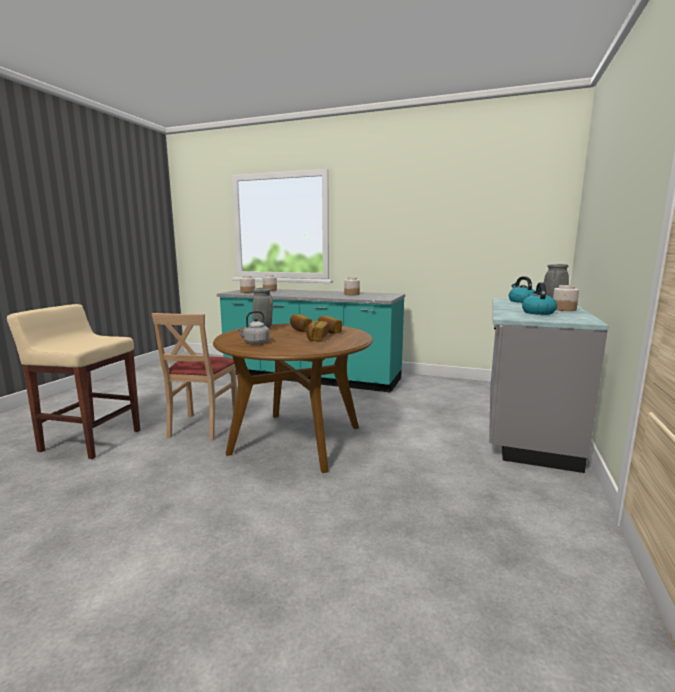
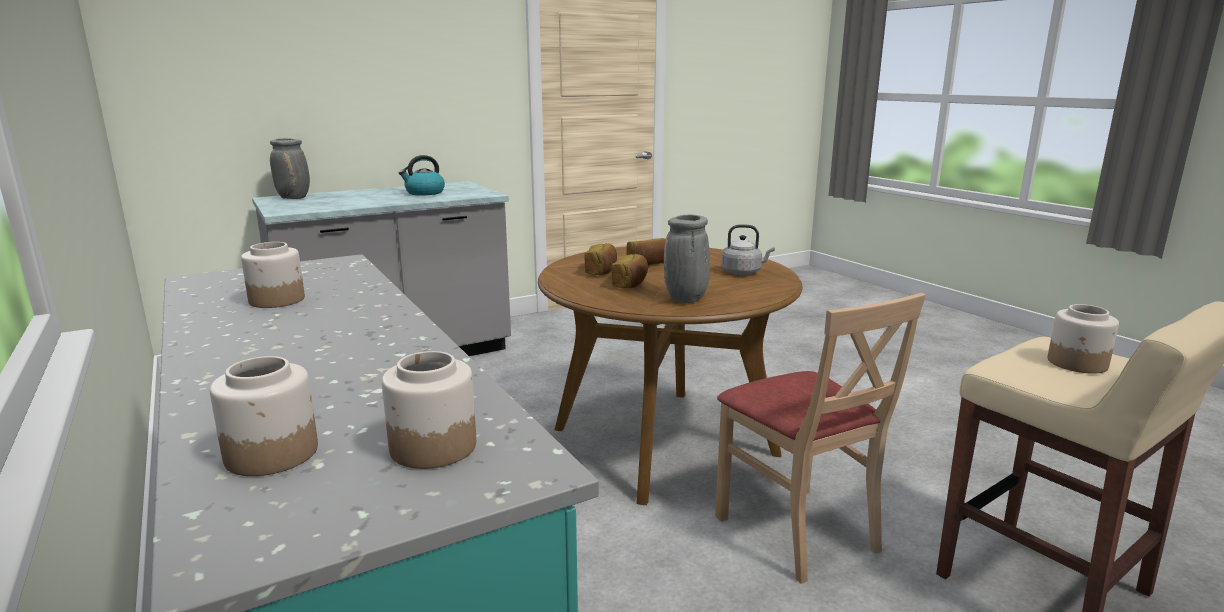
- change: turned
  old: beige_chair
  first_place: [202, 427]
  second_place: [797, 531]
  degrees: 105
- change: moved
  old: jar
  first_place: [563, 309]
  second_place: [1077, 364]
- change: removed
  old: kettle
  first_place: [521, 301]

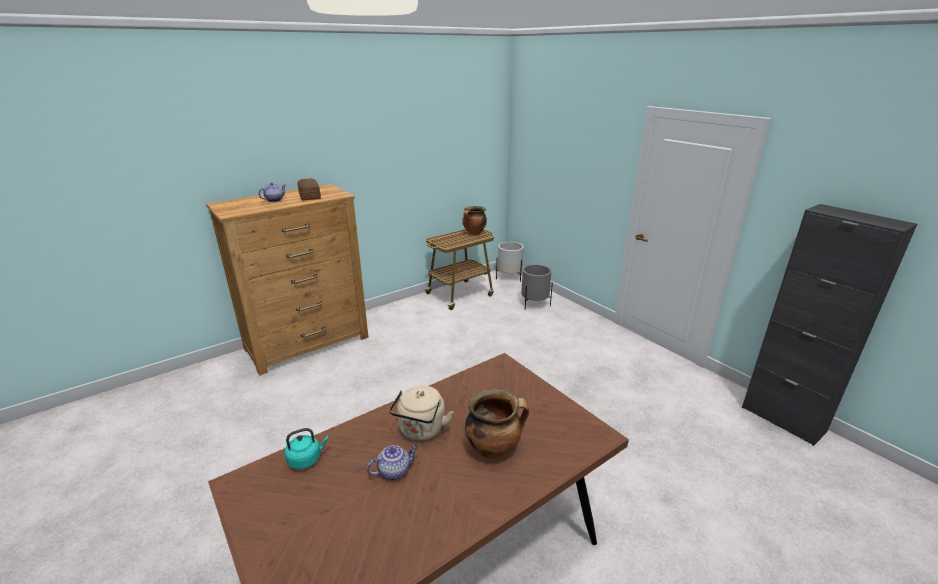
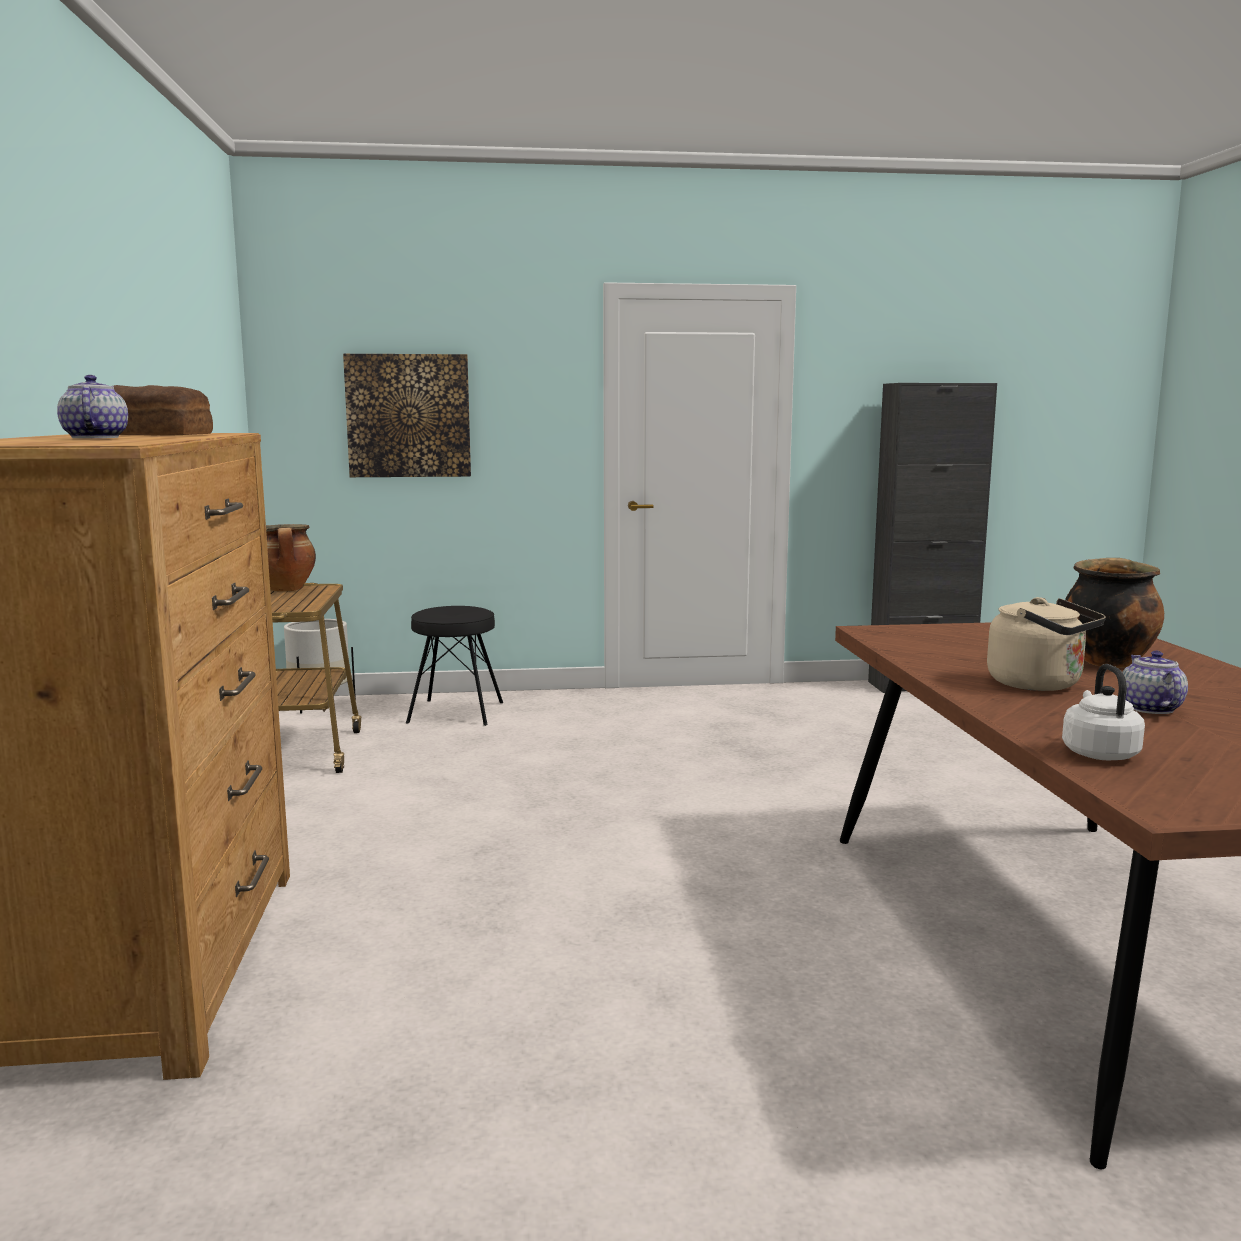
- change: added
  new: picture
  second_place: [408, 416]
- change: replaced
  old: grey_planter
  new: black_stool
  first_place: [534, 304]
  second_place: [456, 712]
- change: recoloured
  old: turquoise_kettle
  new: white_kettle
  first_place: [306, 459]
  second_place: [1098, 753]

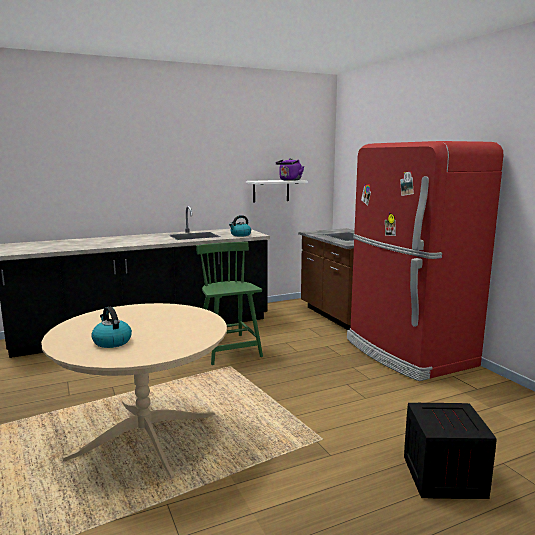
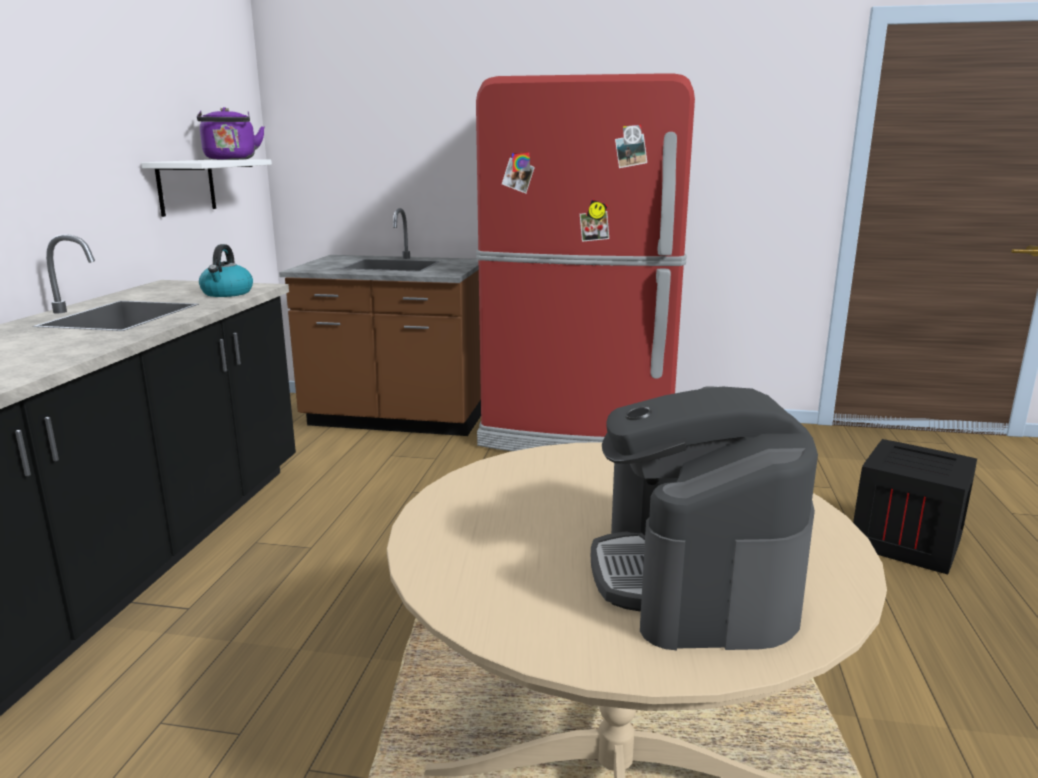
- change: replaced
  old: kettle
  new: coffee_machine
  first_place: [111, 342]
  second_place: [694, 577]
- change: removed
  old: green_chair
  first_place: [228, 349]

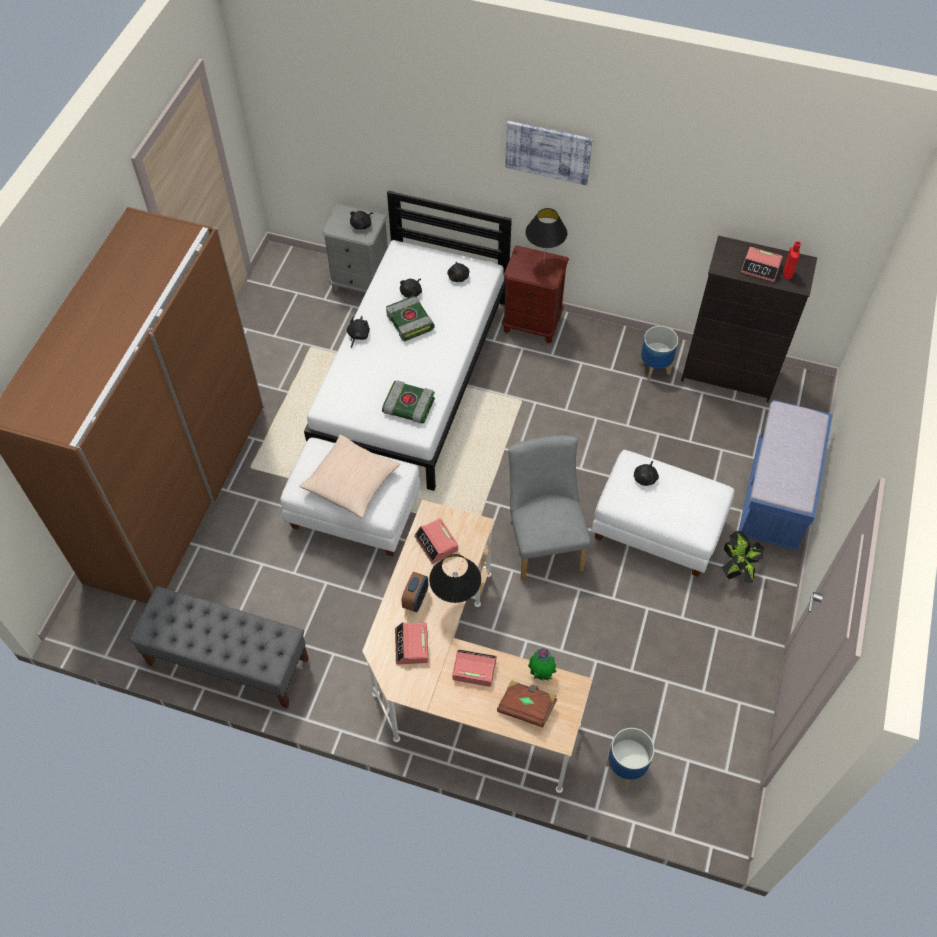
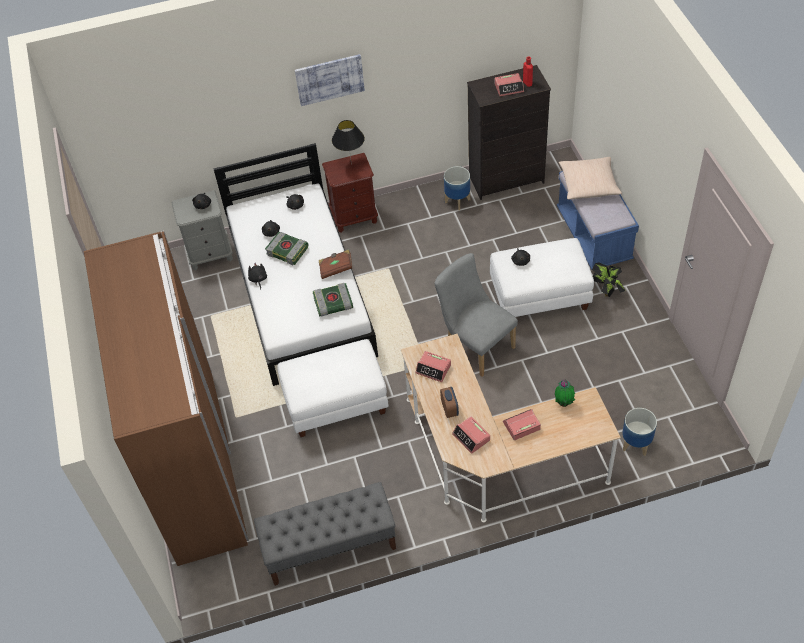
- change: moved
  old: brown_book
  first_place: [526, 707]
  second_place: [336, 268]
- change: moved
  old: beige_pillow
  first_place: [351, 482]
  second_place: [588, 184]
- change: removed
  old: black_table_lamp
  first_place: [456, 603]

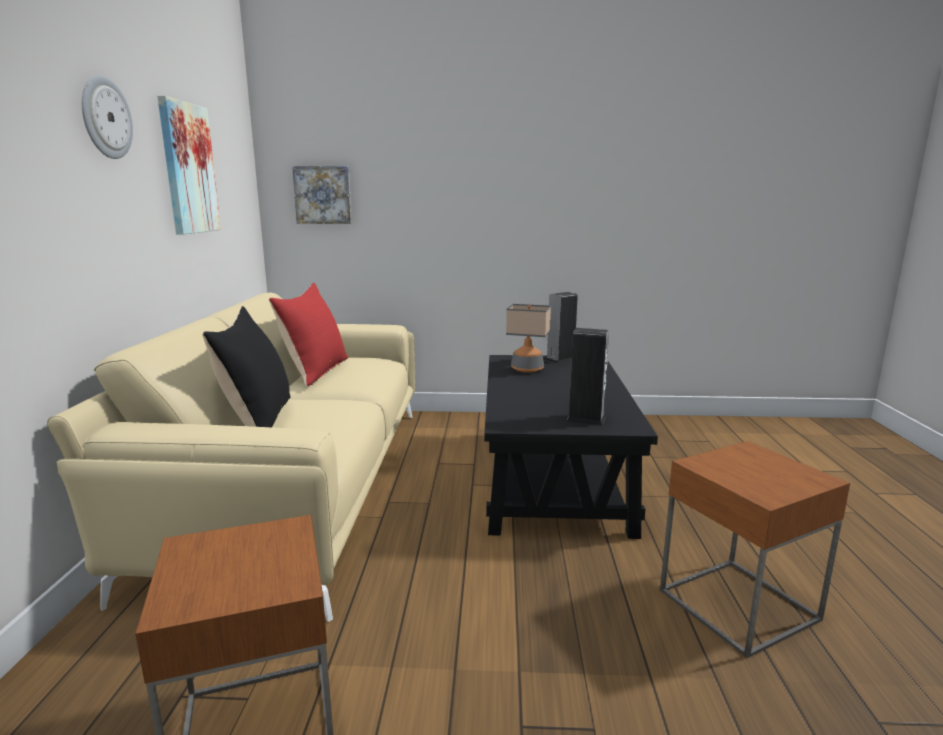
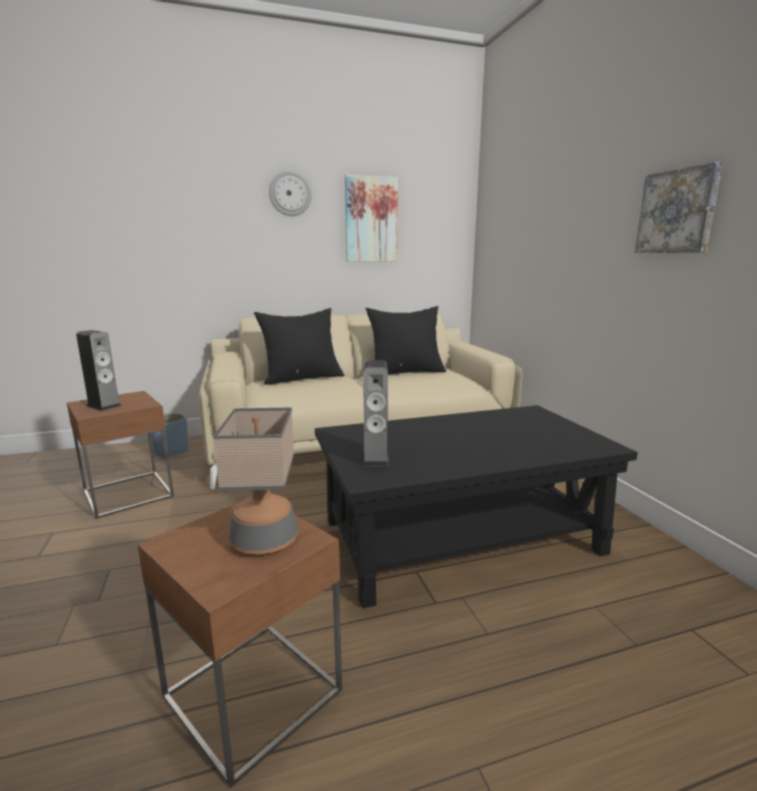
- change: moved
  old: speaker
  first_place: [560, 360]
  second_place: [104, 406]
- change: added
  new: blue_planter
  second_place: [172, 451]
- change: moved
  old: table_lamp
  first_place: [527, 369]
  second_place: [264, 540]
- change: recoloured
  old: red_pillow
  new: black_pillow
  first_place: [315, 371]
  second_place: [405, 372]
- change: moved
  old: picture
  first_place: [323, 195]
  second_place: [678, 212]

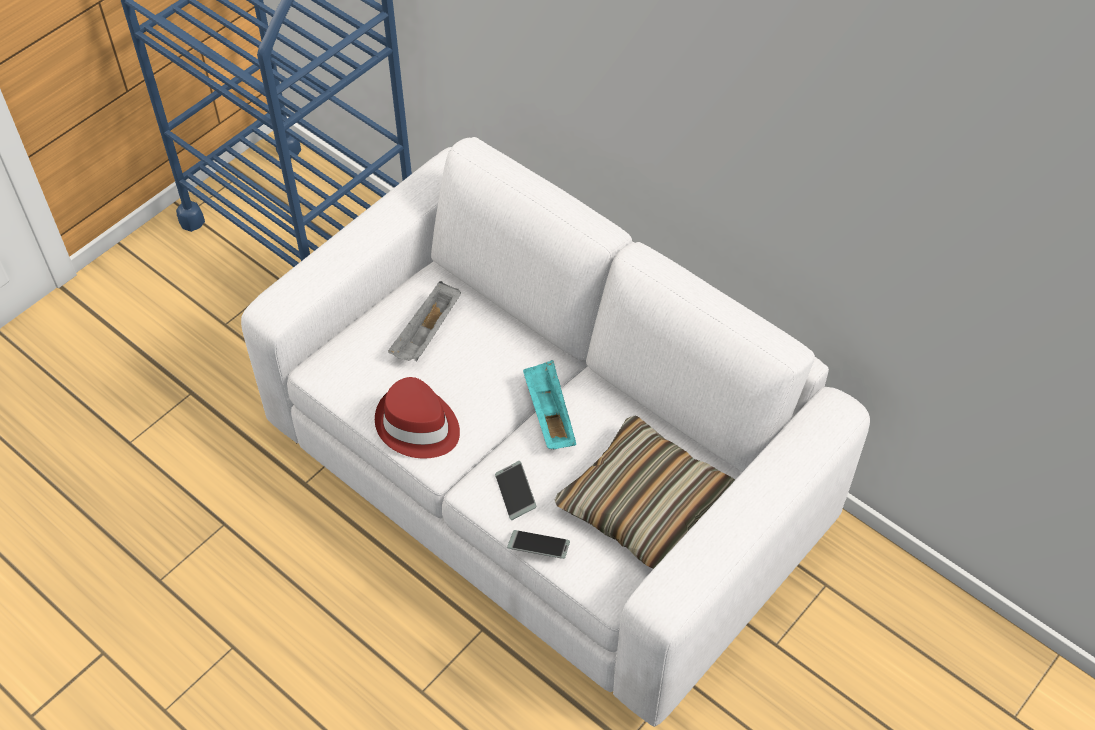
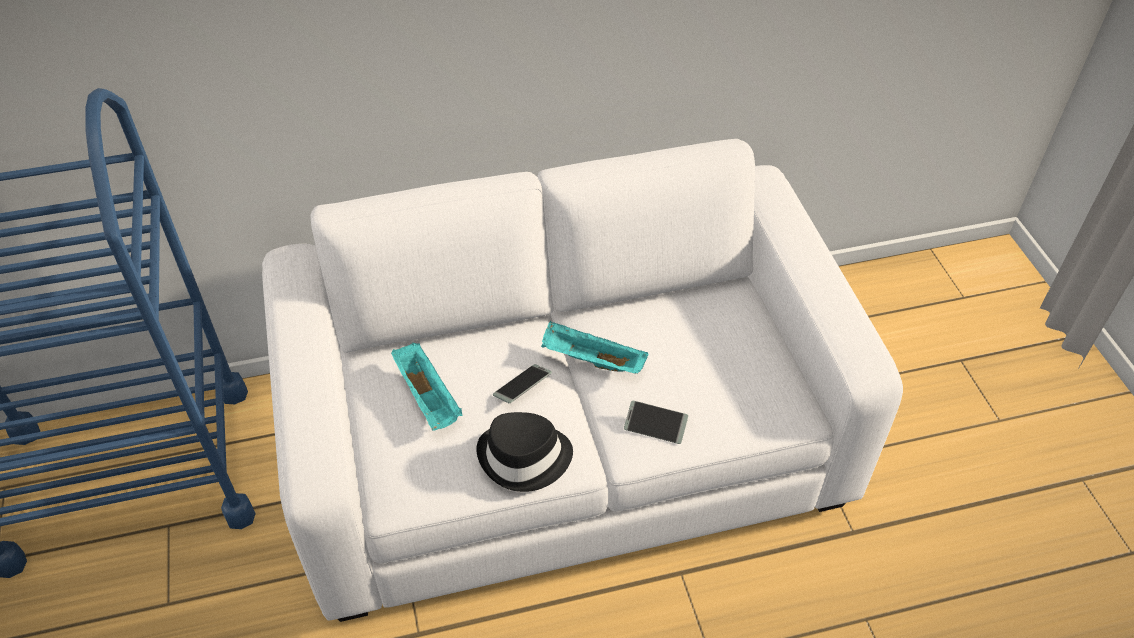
- change: recoloured
  old: grey_tray
  new: turquoise_tray
  first_place: [427, 334]
  second_place: [428, 398]
- change: recoloured
  old: red_hat
  new: black_hat
  first_place: [417, 426]
  second_place: [525, 458]
- change: moved
  old: phone
  first_place: [538, 547]
  second_place: [522, 387]
- change: removed
  old: pillow
  first_place: [645, 504]

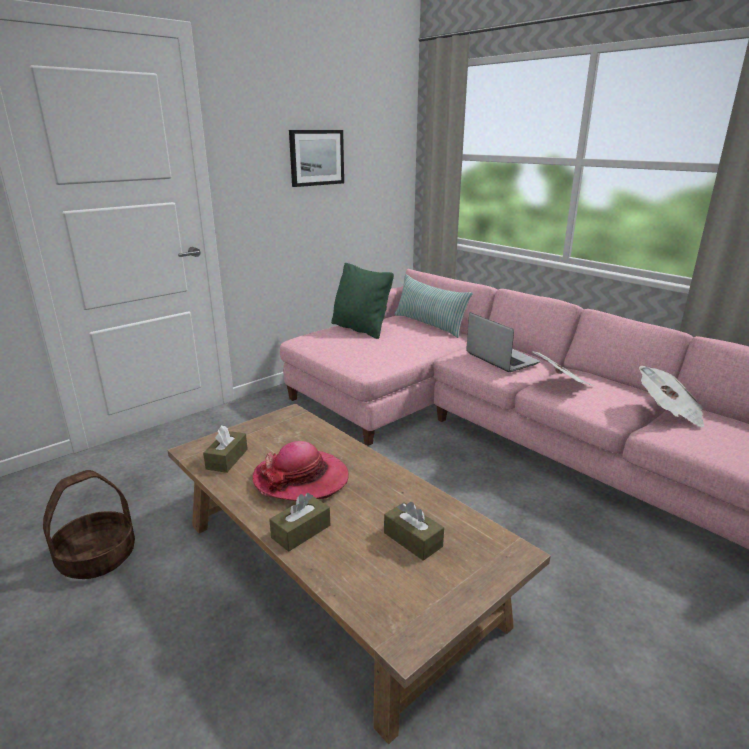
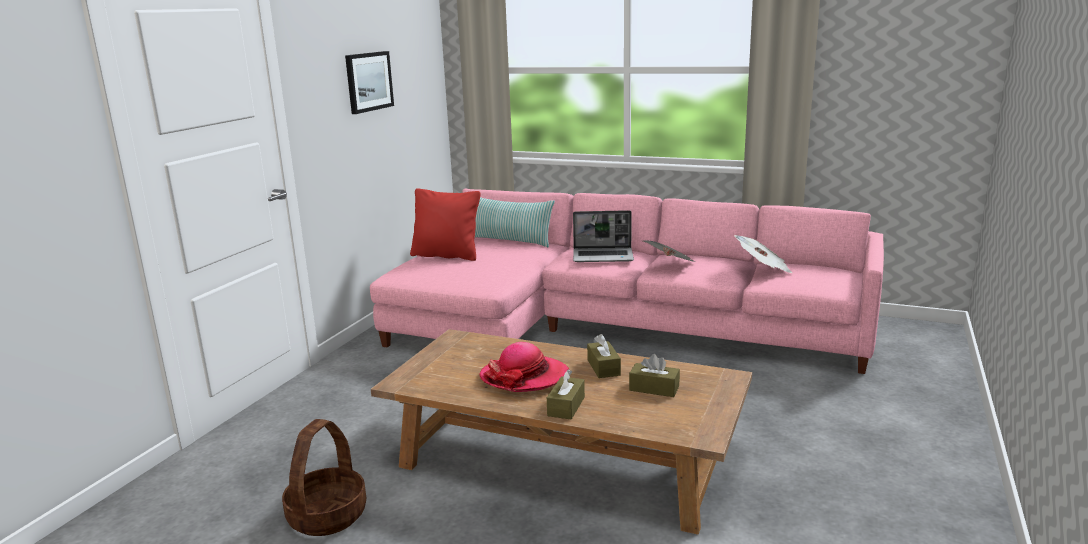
- change: recoloured
  old: green_pillow
  new: red_pillow
  first_place: [360, 329]
  second_place: [446, 255]
- change: turned
  old: laptop
  first_place: [500, 358]
  second_place: [603, 256]
  degrees: 150
- change: moved
  old: brown_tissue_box
  first_place: [227, 459]
  second_place: [603, 367]

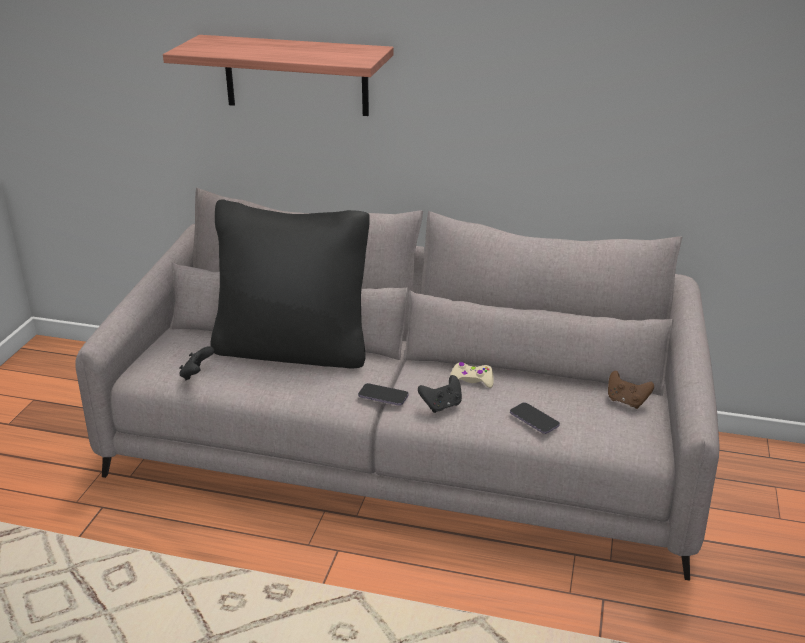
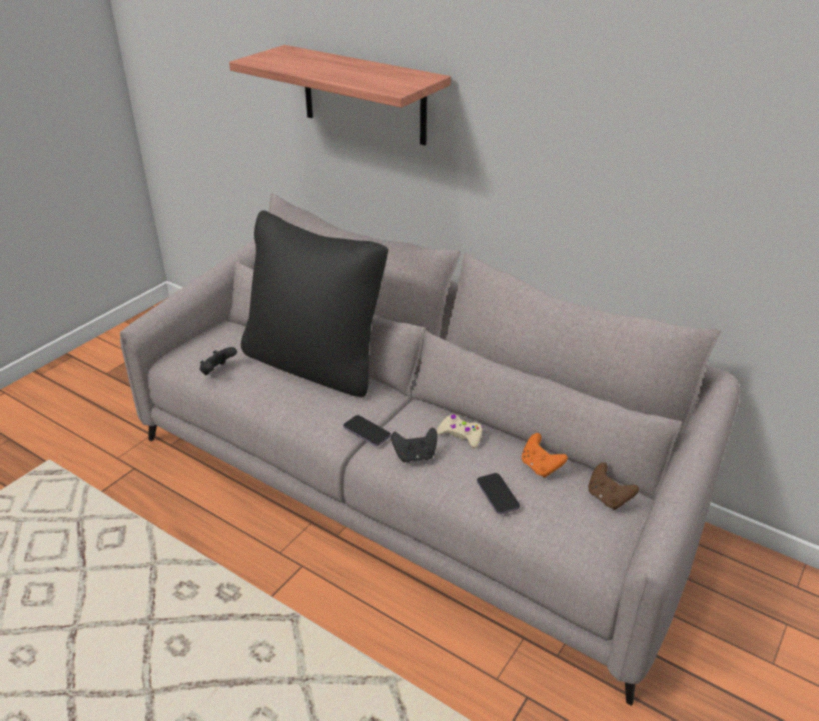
- change: added
  new: orange_game_controller
  second_place: [540, 467]

